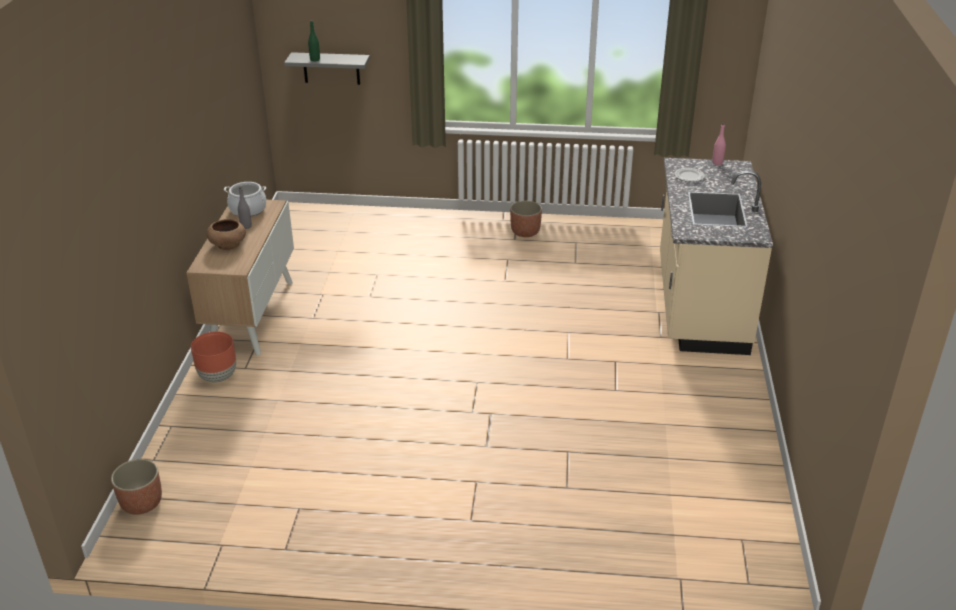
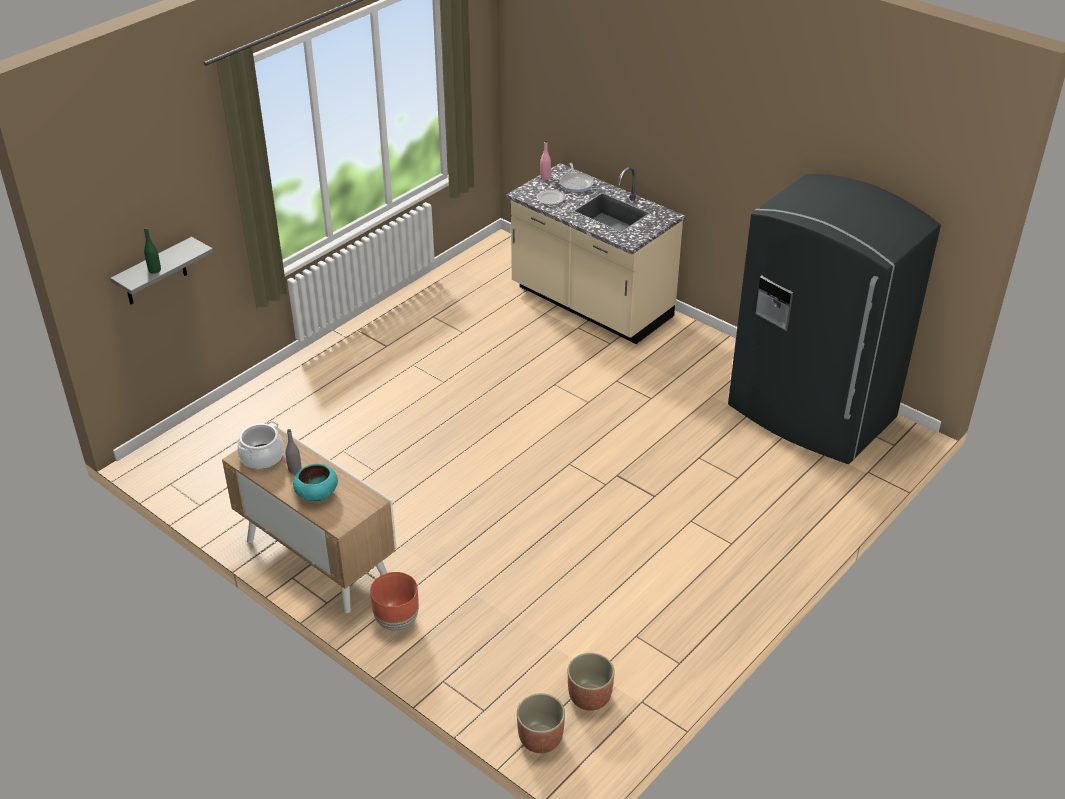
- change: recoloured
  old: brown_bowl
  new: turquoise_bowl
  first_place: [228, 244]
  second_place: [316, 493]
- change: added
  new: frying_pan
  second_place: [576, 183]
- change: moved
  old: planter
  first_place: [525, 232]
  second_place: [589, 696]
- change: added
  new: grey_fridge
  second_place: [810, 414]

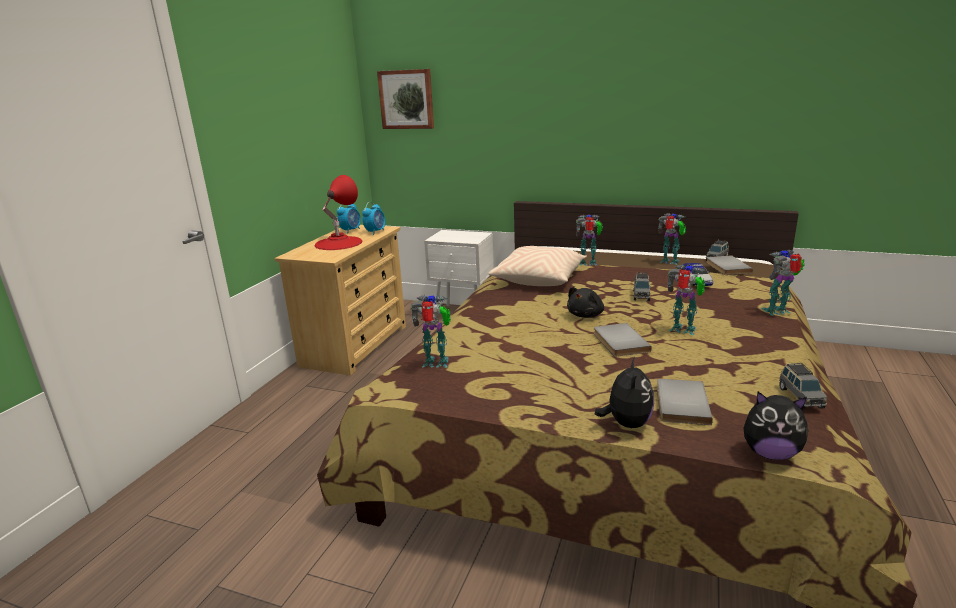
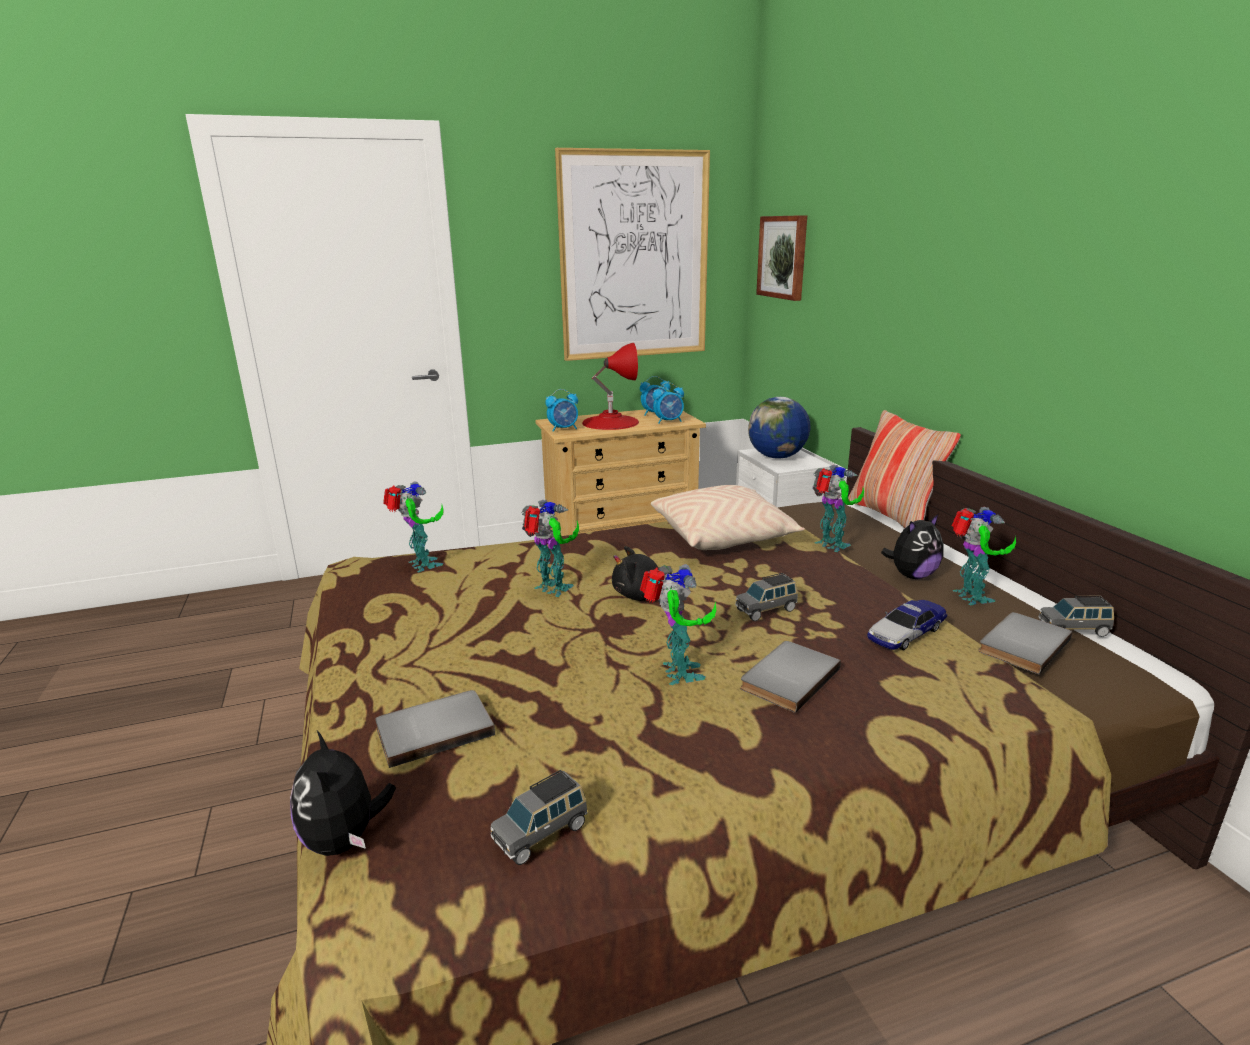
- change: moved
  old: toy_robot
  first_place: [778, 311]
  second_place: [553, 589]
- change: added
  new: alarm_clock
  second_place: [563, 429]
- change: added
  new: picture
  second_place: [634, 257]
- change: moved
  old: grey_book
  first_place: [618, 342]
  second_place: [786, 677]
- change: added
  new: globe
  second_place: [777, 457]
- change: added
  new: pillow
  second_place: [893, 516]
- change: moved
  old: plush_toy
  first_place: [626, 423]
  second_place: [912, 575]

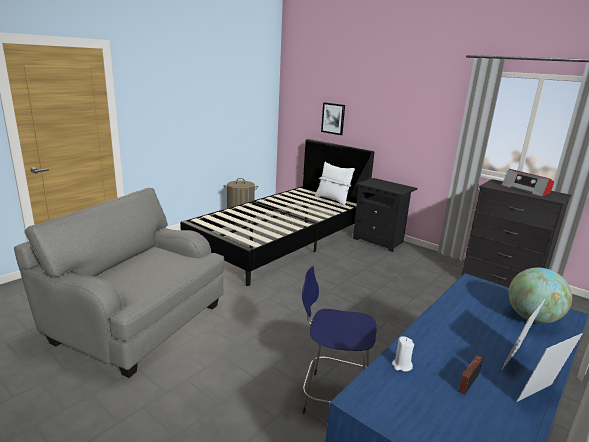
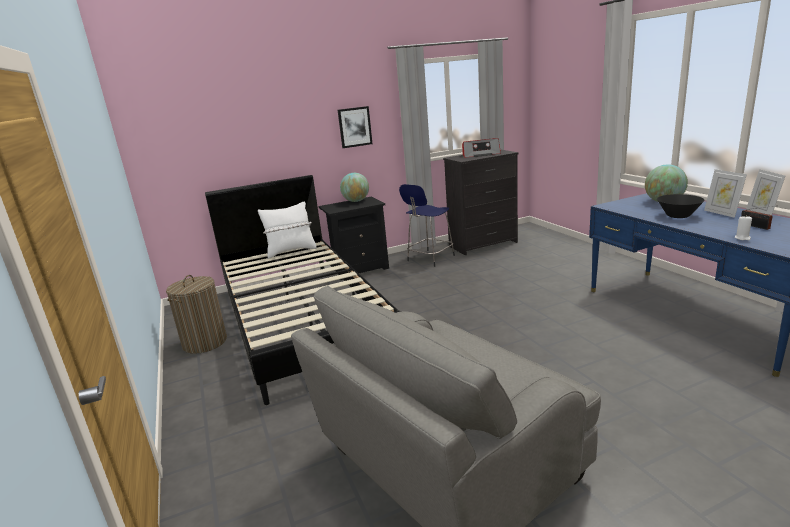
- change: moved
  old: picture
  first_place: [333, 118]
  second_place: [354, 127]
- change: added
  new: globe
  second_place: [356, 201]
- change: moved
  old: blue_stool
  first_place: [333, 397]
  second_place: [429, 259]
- change: added
  new: black_bowl
  second_place: [678, 216]

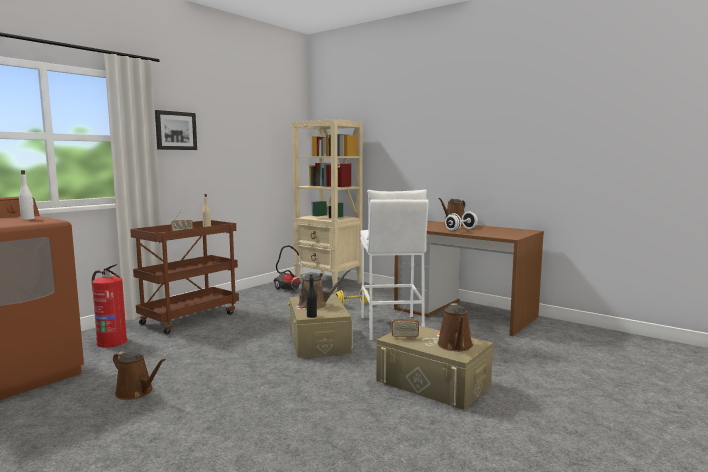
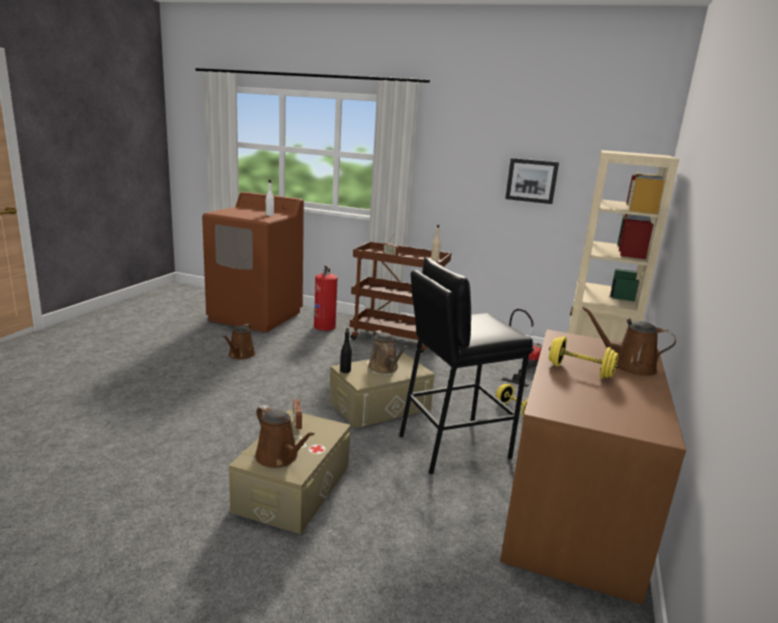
- change: turned
  old: brown_watering_can
  first_place: [455, 346]
  second_place: [279, 457]
  degrees: -120
- change: recoloured
  old: white_stool
  new: black_stool
  first_place: [391, 327]
  second_place: [453, 446]
- change: moved
  old: picture
  first_place: [175, 130]
  second_place: [531, 180]
- change: recoloured
  old: white_dumbbell
  new: yellow_dumbbell
  first_place: [461, 230]
  second_place: [580, 371]

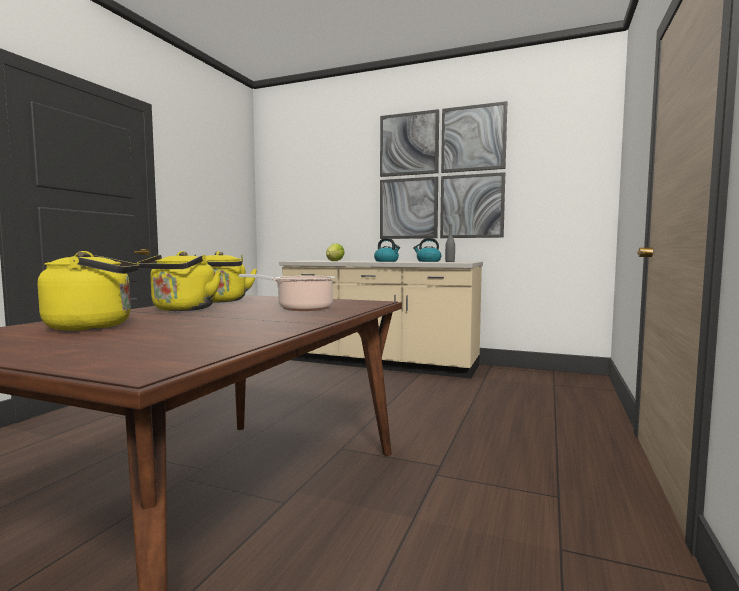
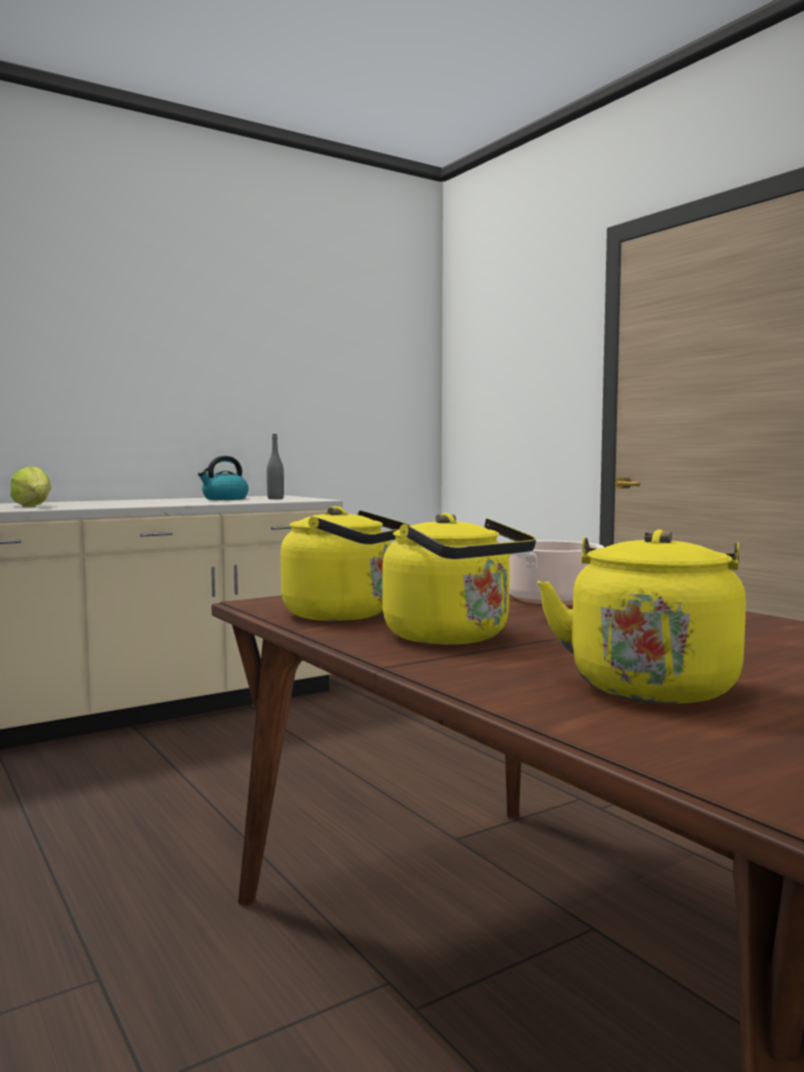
- change: removed
  old: kettle
  first_place: [387, 261]
- change: removed
  old: picture
  first_place: [440, 174]

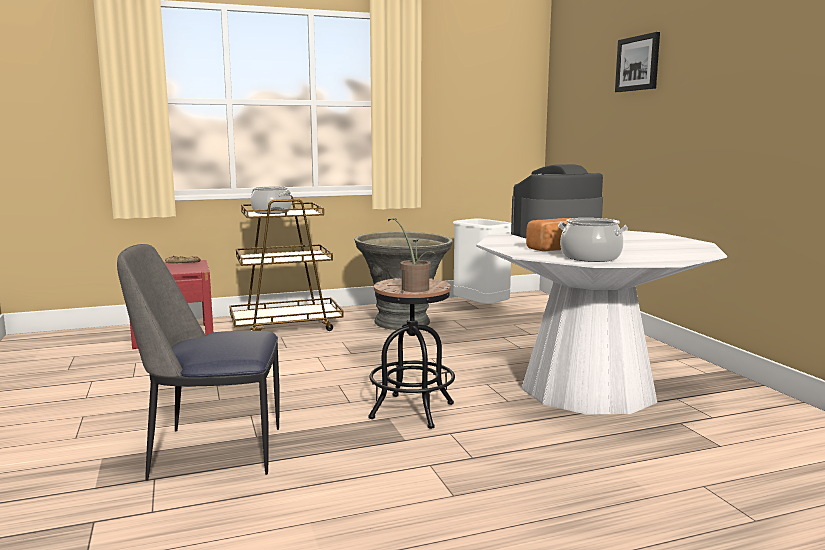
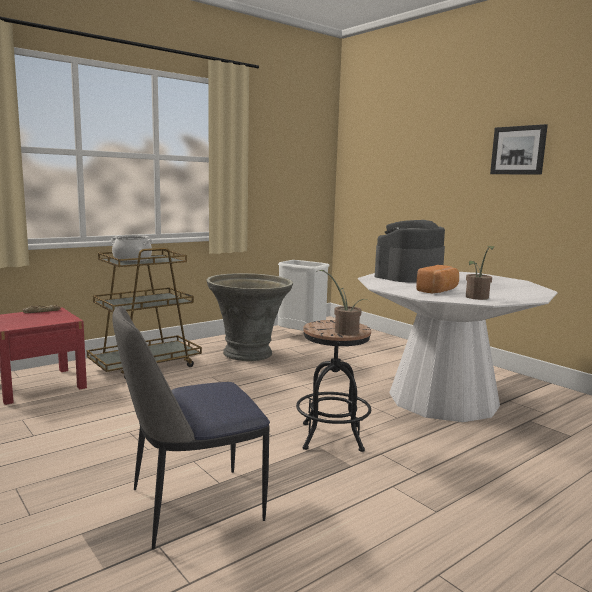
- change: replaced
  old: cooking_pot
  new: potted_plant
  first_place: [590, 257]
  second_place: [477, 298]
- change: moved
  old: picture
  first_place: [638, 63]
  second_place: [518, 150]

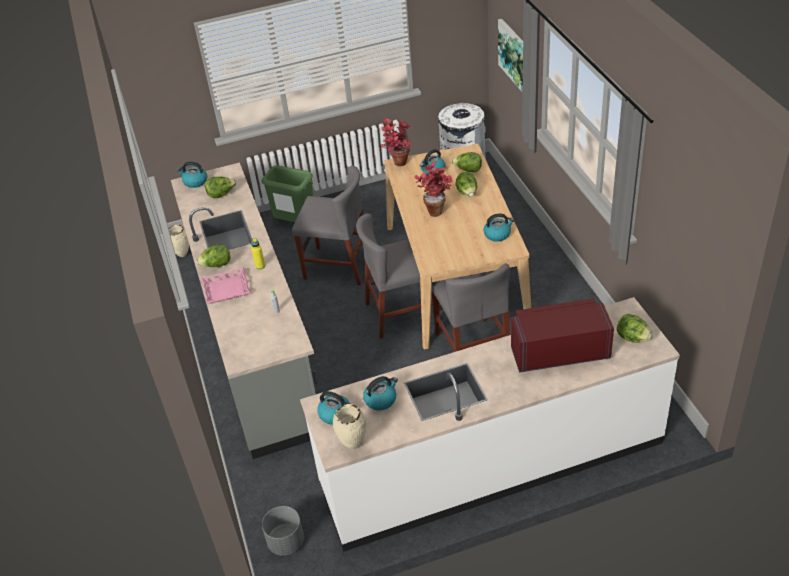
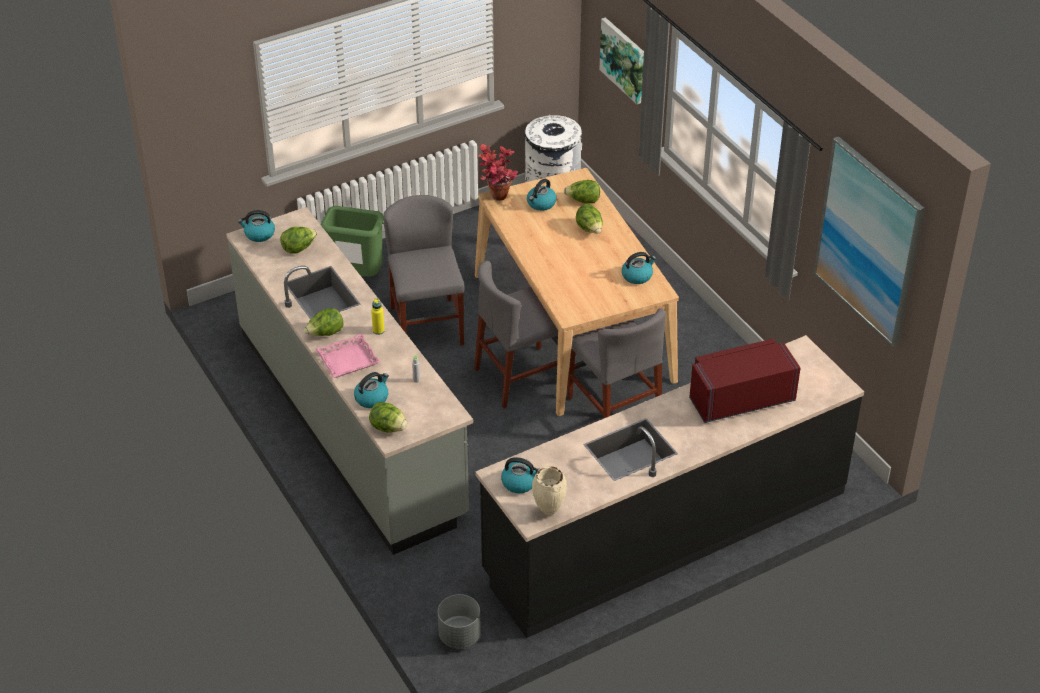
- change: moved
  old: kettle
  first_place: [381, 400]
  second_place: [372, 398]
- change: moved
  old: lettuce
  first_place: [632, 338]
  second_place: [388, 428]
- change: turned
  old: grey_chair
  first_place: [338, 266]
  second_place: [427, 326]
  degrees: -105
- change: recoloured
  old: white_counter
  new: black_counter
  first_place: [491, 464]
  second_place: [665, 532]
- change: added
  new: picture
  second_place: [868, 241]
- change: removed
  old: beige_vase
  first_place: [182, 255]
- change: removed
  old: potted_plant
  first_place: [435, 209]

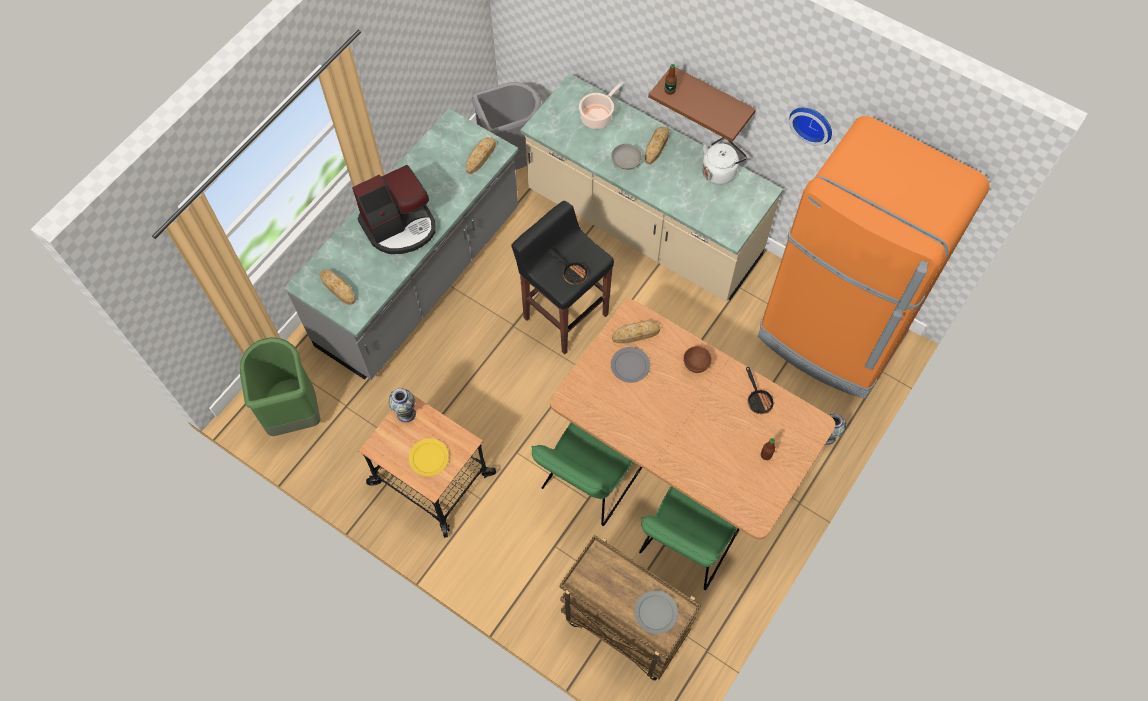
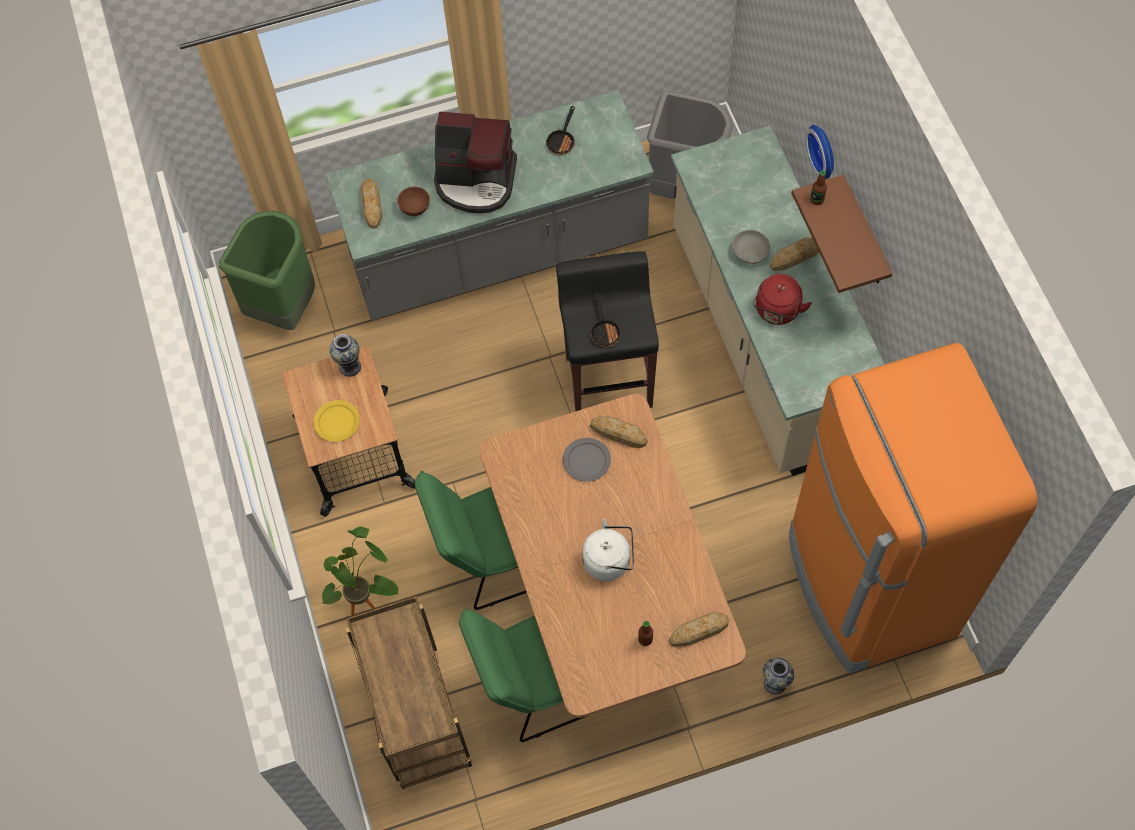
- change: added
  new: potted_plant
  second_place: [369, 602]
- change: moved
  old: brown_bowl
  first_place: [695, 365]
  second_place: [415, 209]
- change: moved
  old: frying_pan
  first_place: [758, 399]
  second_place: [562, 141]
- change: moved
  old: white_kettle
  first_place: [720, 171]
  second_place: [610, 561]
- change: moved
  old: bread
  first_place: [480, 157]
  second_place: [699, 631]
- change: added
  new: red_kettle
  second_place: [777, 312]
- change: moved
  old: wall_clock
  first_place: [812, 123]
  second_place: [824, 150]
- change: removed
  old: cooking_pot
  first_place: [597, 116]
- change: removed
  old: grey_plate
  first_place: [656, 612]

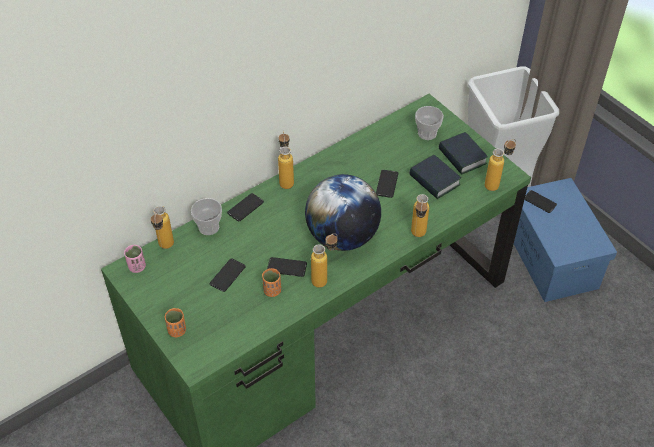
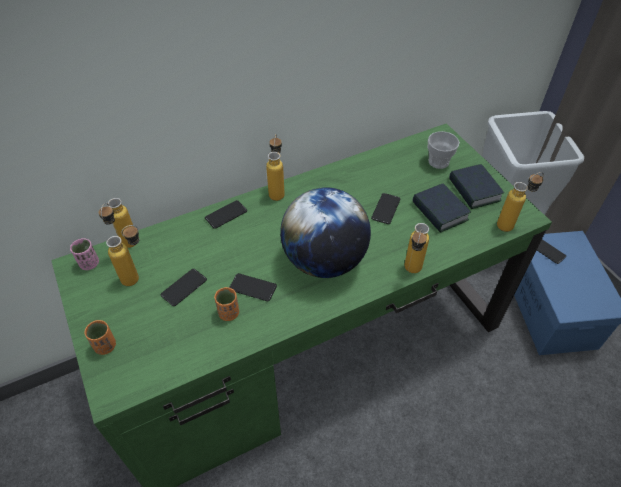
- change: moved
  old: bottle
  first_place: [324, 278]
  second_place: [137, 277]
- change: removed
  old: cup
  first_place: [209, 227]

